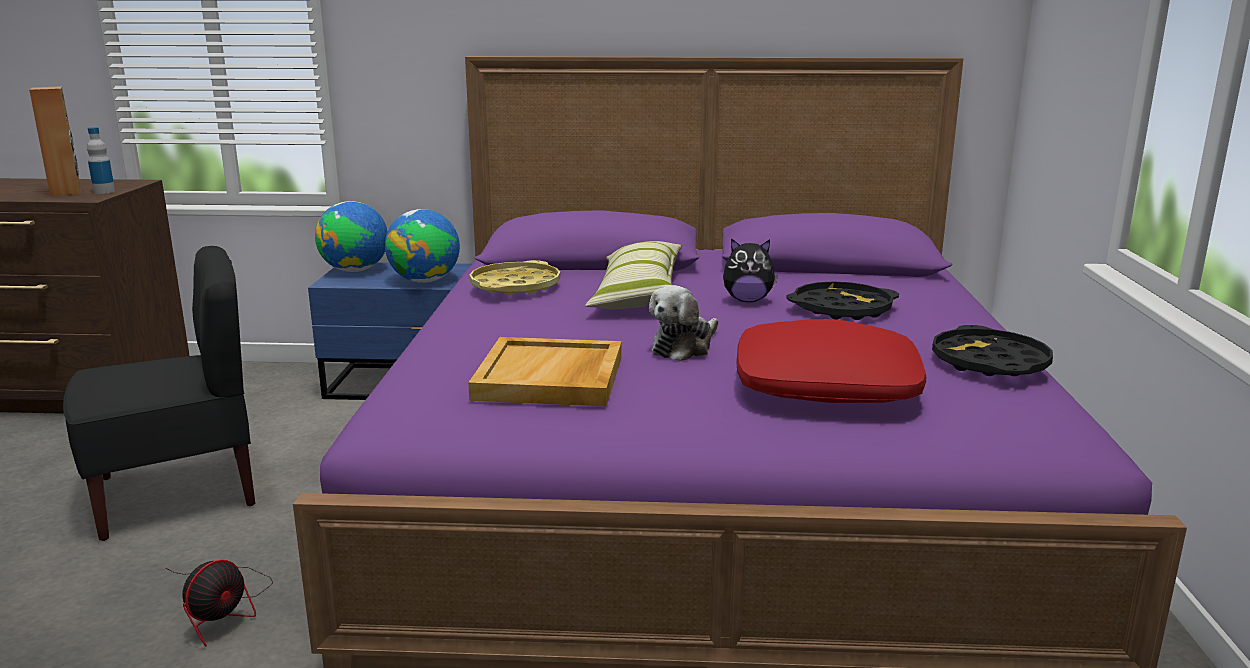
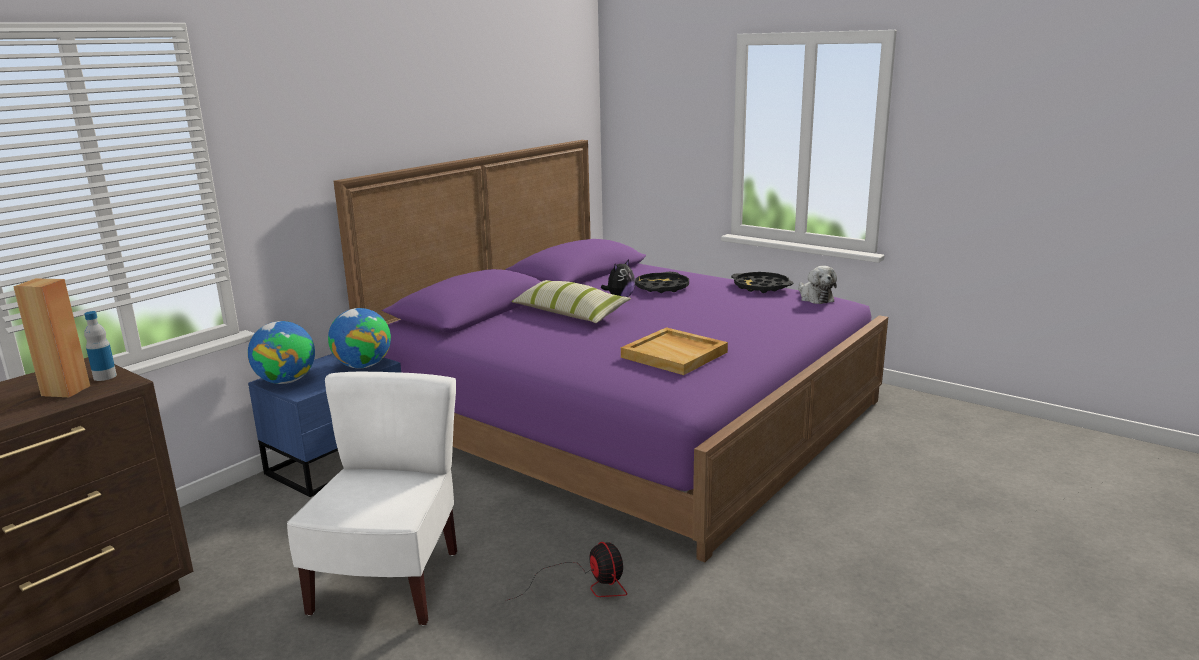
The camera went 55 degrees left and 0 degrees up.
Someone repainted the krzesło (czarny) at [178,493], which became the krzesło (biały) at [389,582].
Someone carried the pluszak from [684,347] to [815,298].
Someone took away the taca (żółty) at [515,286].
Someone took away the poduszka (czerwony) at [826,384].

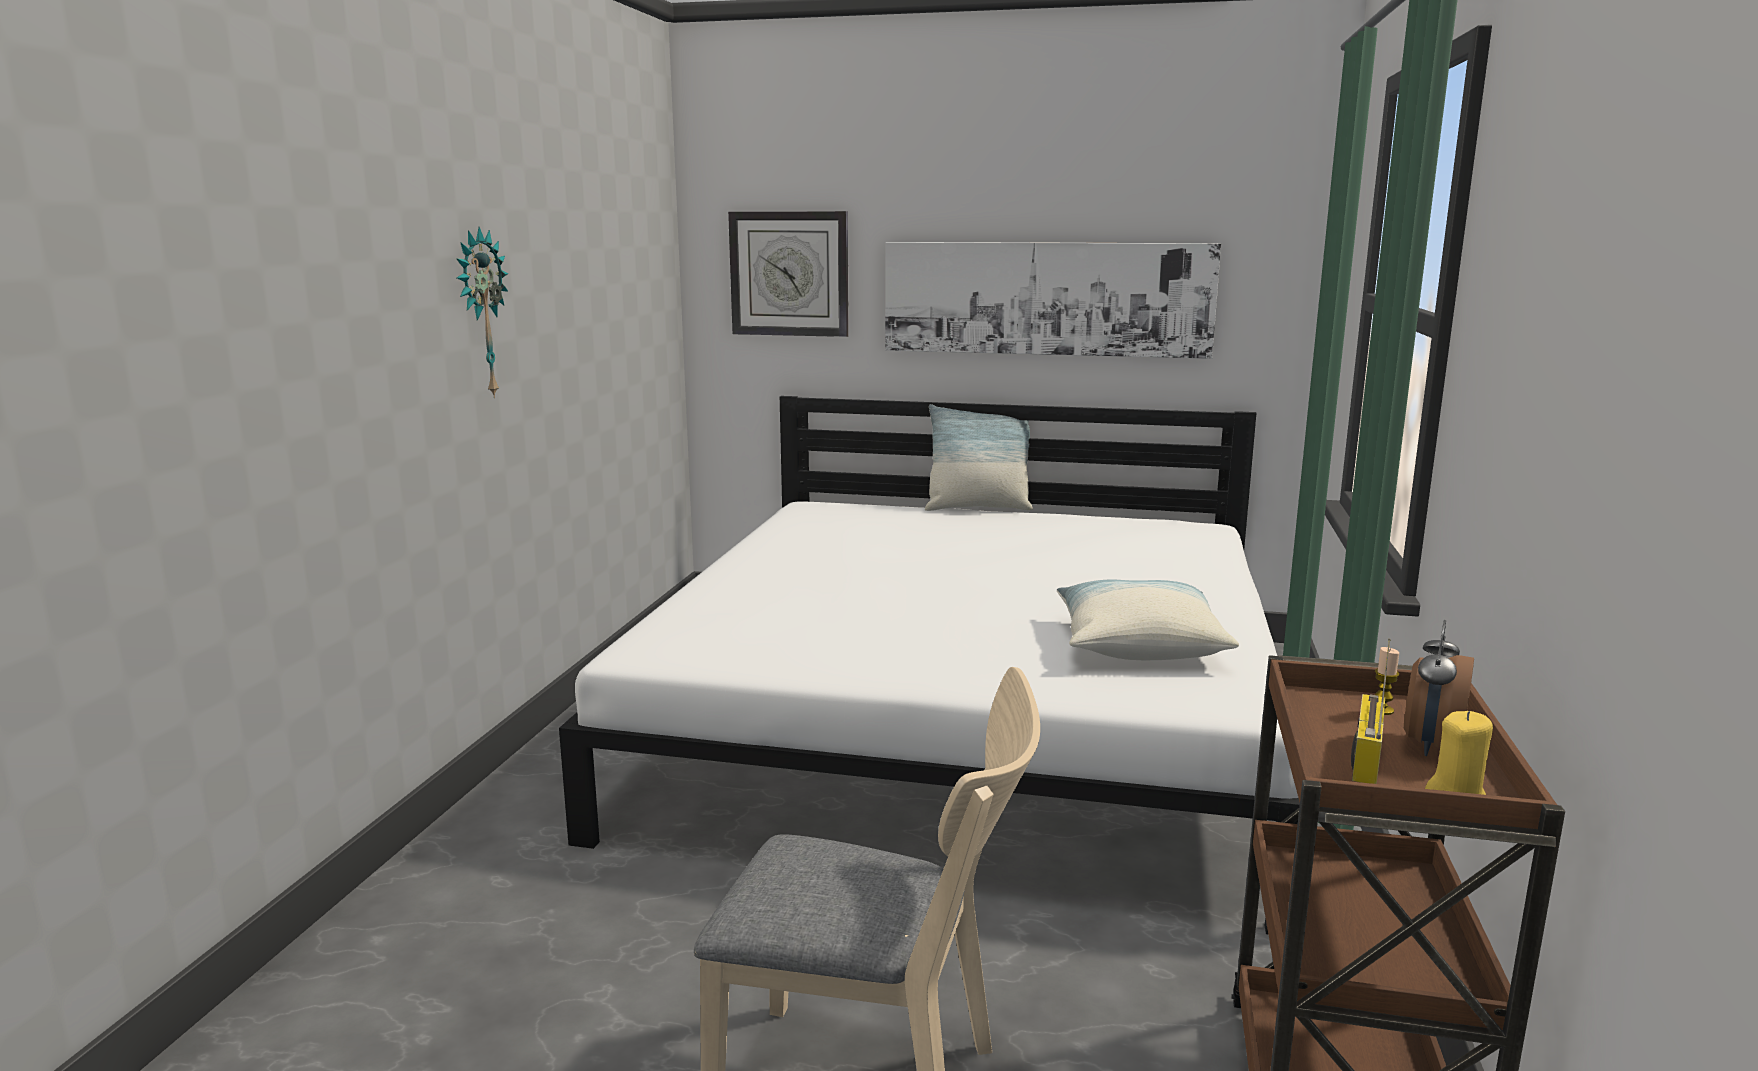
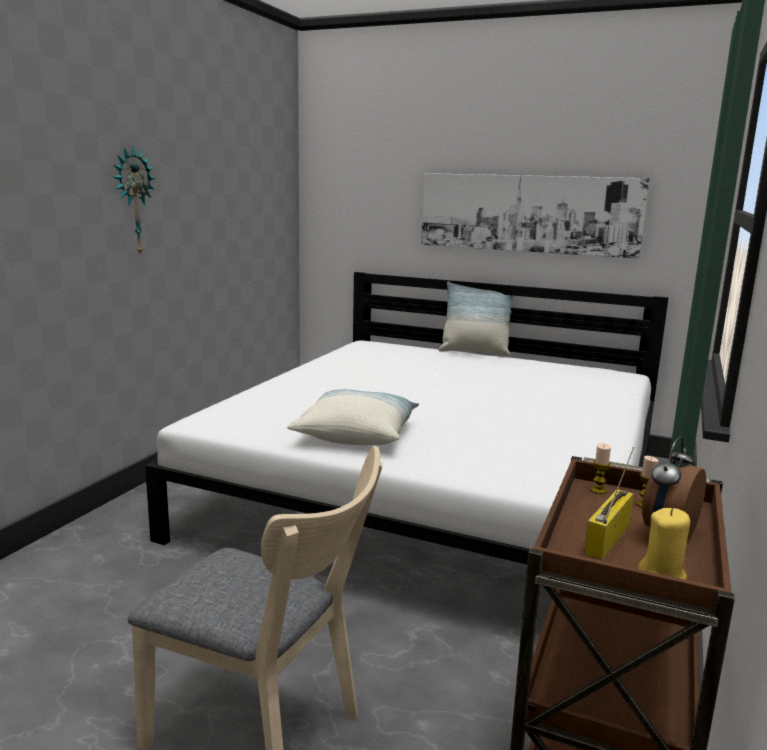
The camera went 10 degrees right and 0 degrees up.
Someone carried the poduszka from [1138,645] to [356,434].
Someone put down the świeca at [598,490].
Someone took away the zegar ścienny at [789,274].

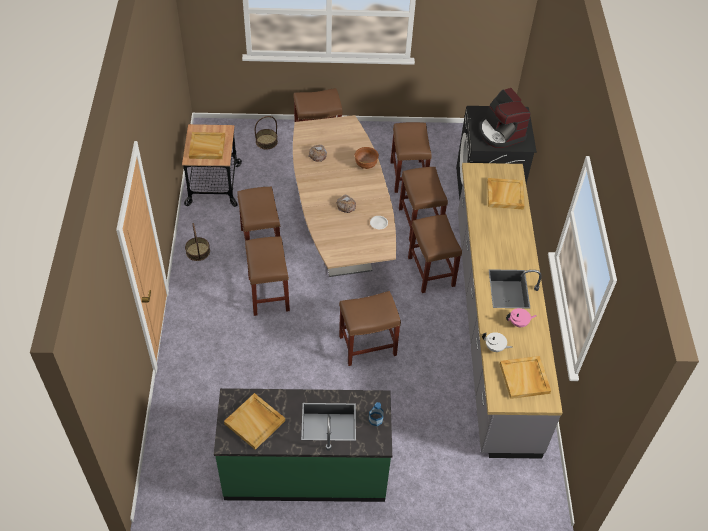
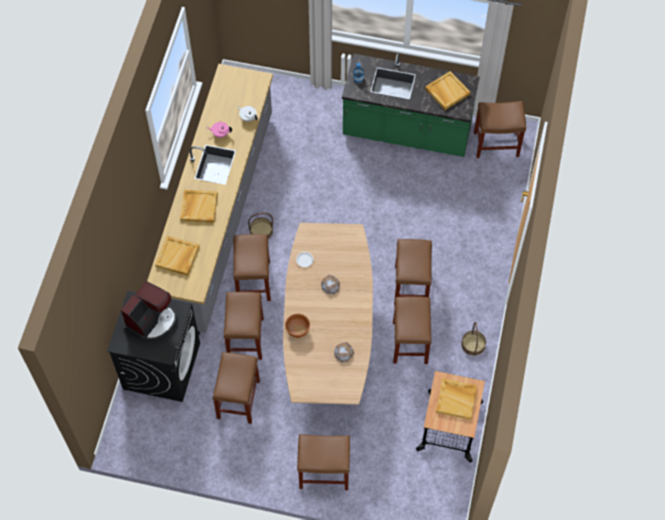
The camera went 165 degrees left and 10 degrees up.
Someone rotated the ekspres do kawy at [500,132] by 45 degrees clockwise.
Someone carried the taca (beżowy) from [525,379] to [198,207].
Someone carried the koszyk from [266,141] to [261,231].
Someone carried the stołek (brązowy) from [366,346] to [497,144].

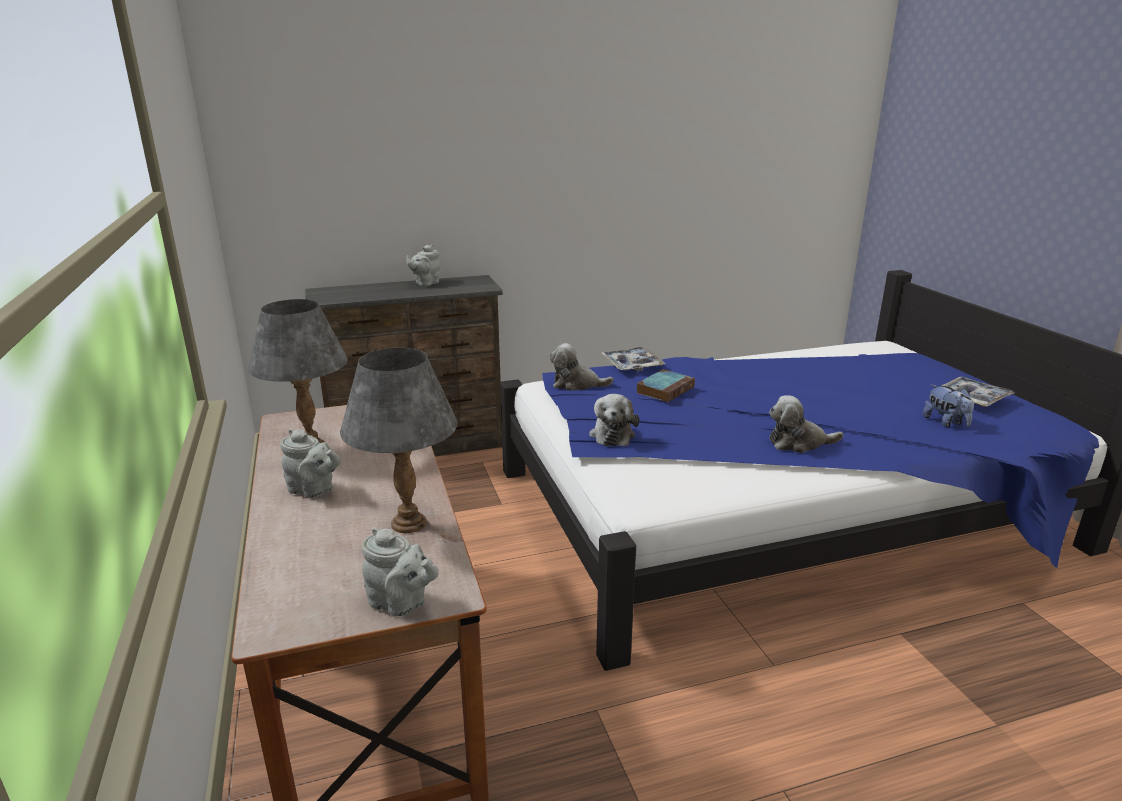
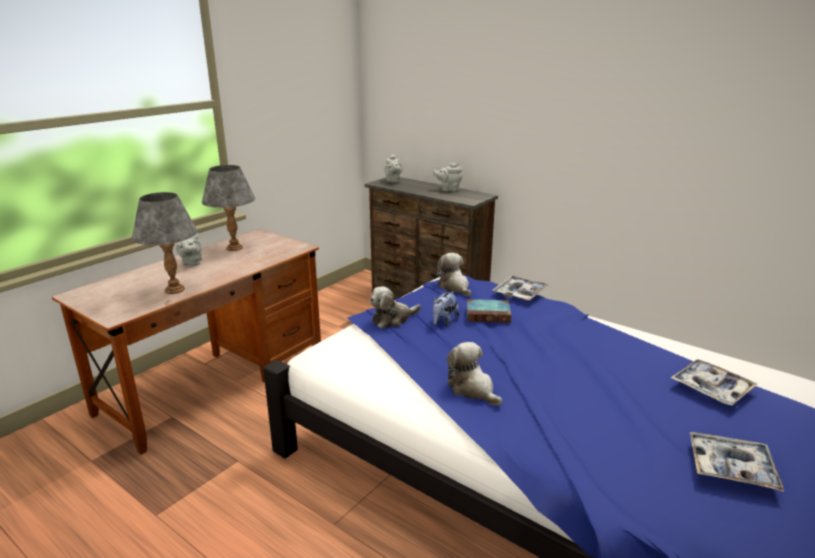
The camera went 55 degrees right and 0 degrees up.
Someone carried the imbryk (szary) from [401,603] to [393,181].
Someone carried the pluszak from [945,422] to [444,321].
Someone put down the taca at [711,388].

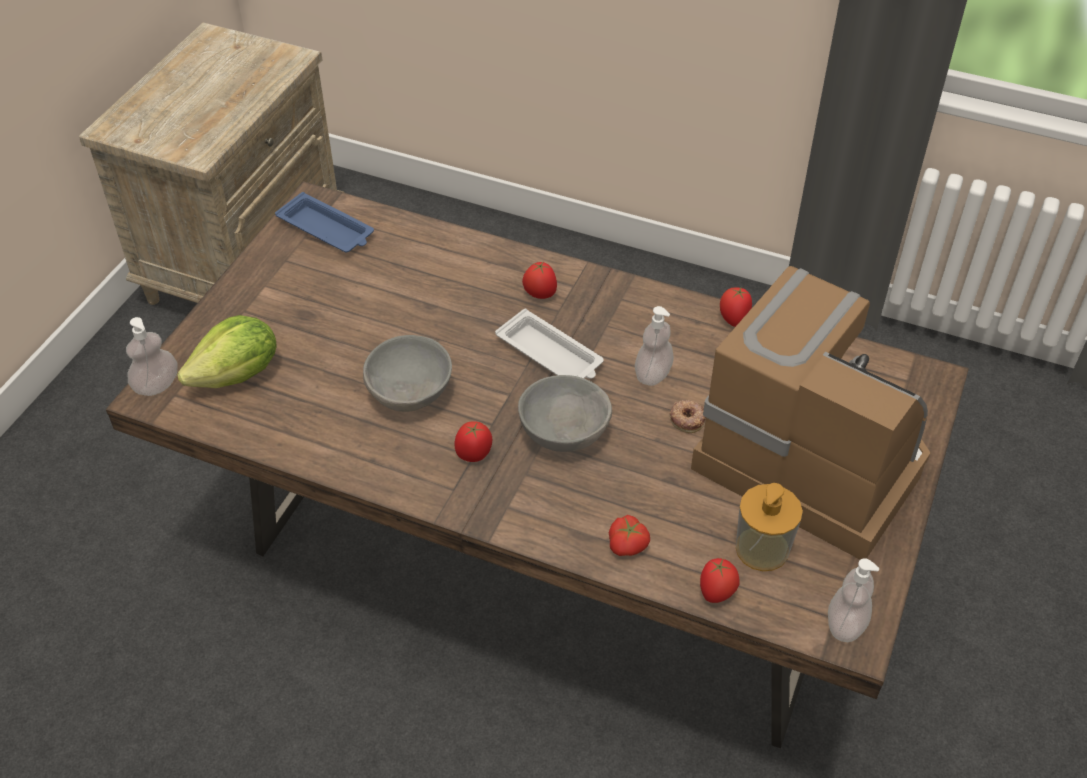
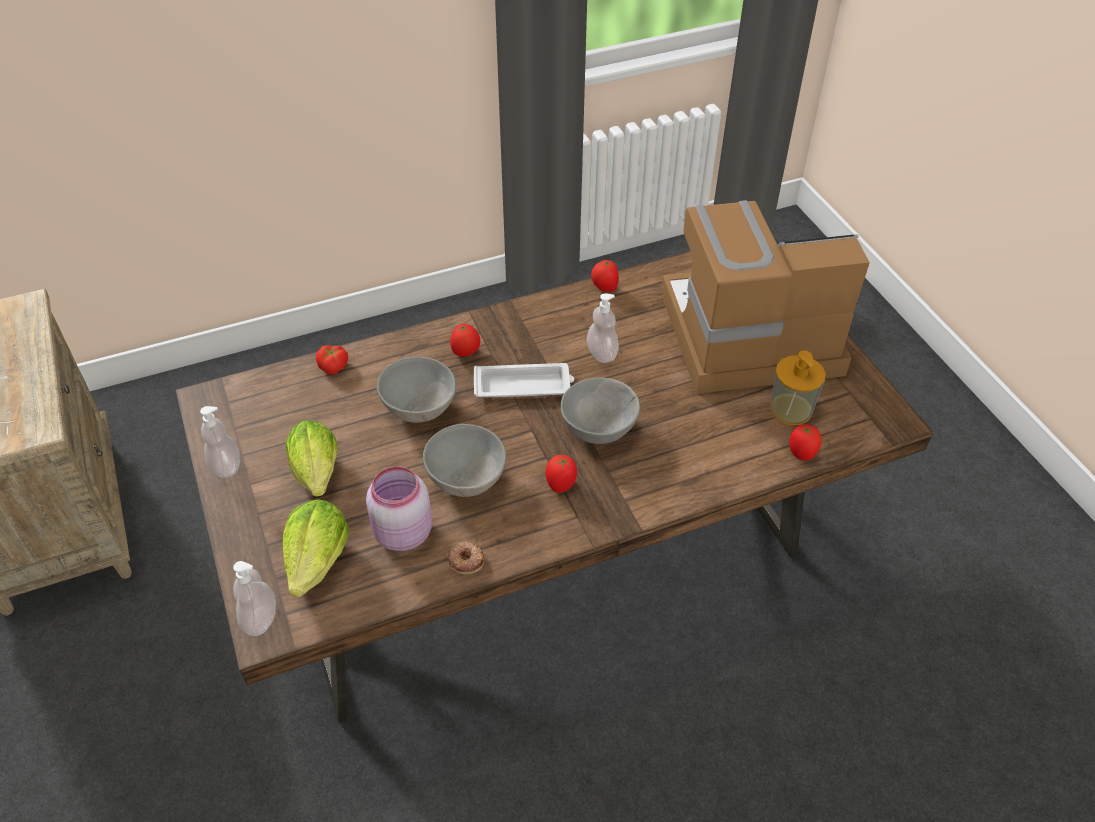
The camera went 45 degrees left and 0 degrees up.
Someone carried the dozownik mydła from [845,624] to [226,466].
Someone put down the sałata at [317,476].
Someone carried the pomidor from [628,545] to [334,366].
Someone put down the słoik (różowy) at [401,533].
Someone put down the miska (szary) at [420,407].
Someone carried the donut from [687,418] to [466,560].
Someone took away the taca (niebieski) at [327,230].

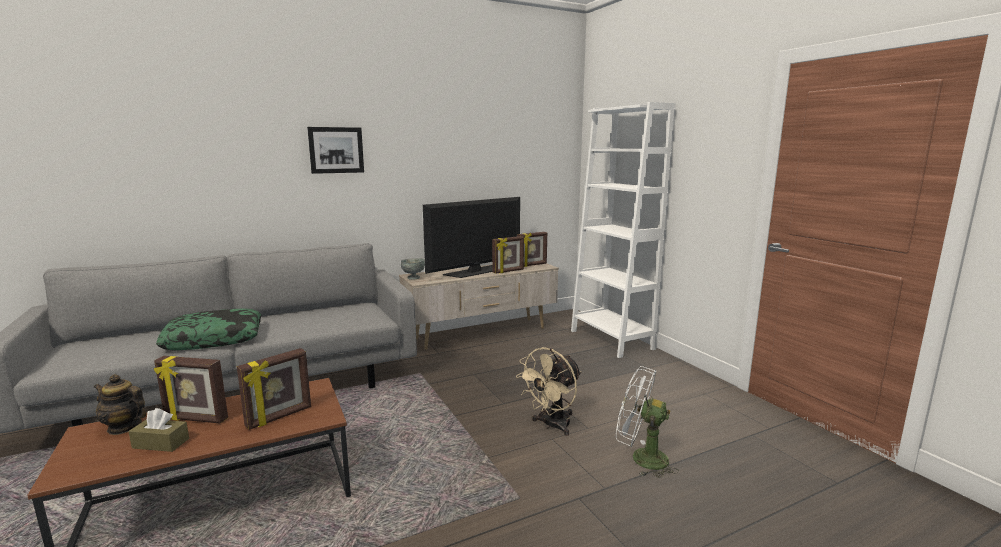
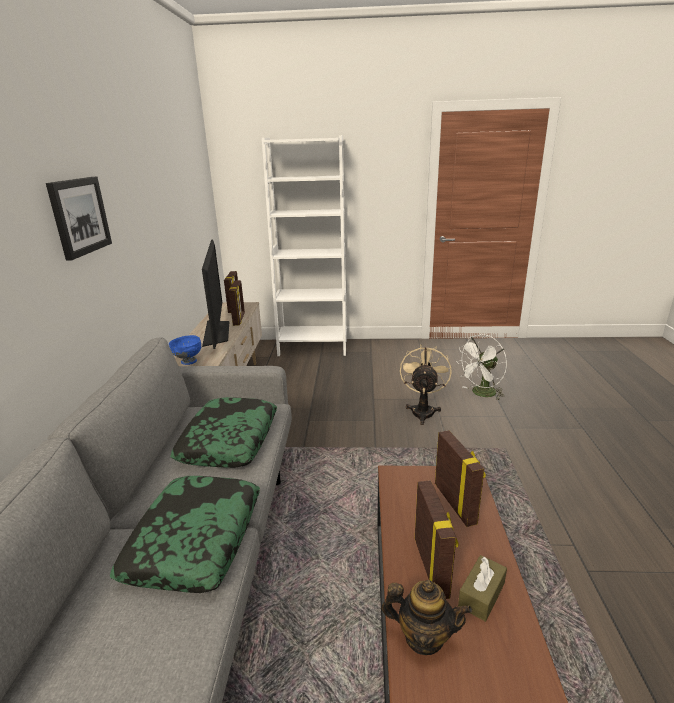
The camera went 60 degrees left and 10 degrees up.
Someone repainted the miska (szary) at [413,278], which became the miska (niebieski) at [188,361].
Someone put down the poduszka at [229,440].
Someone rotated the imbryk at [124,427] by 120 degrees counterclockwise.
Someone rotated the wentylator (beżowy) at [552,426] by 150 degrees counterclockwise.
Someone rotated the ramka na zdjęcie at [195,419] by 45 degrees counterclockwise.

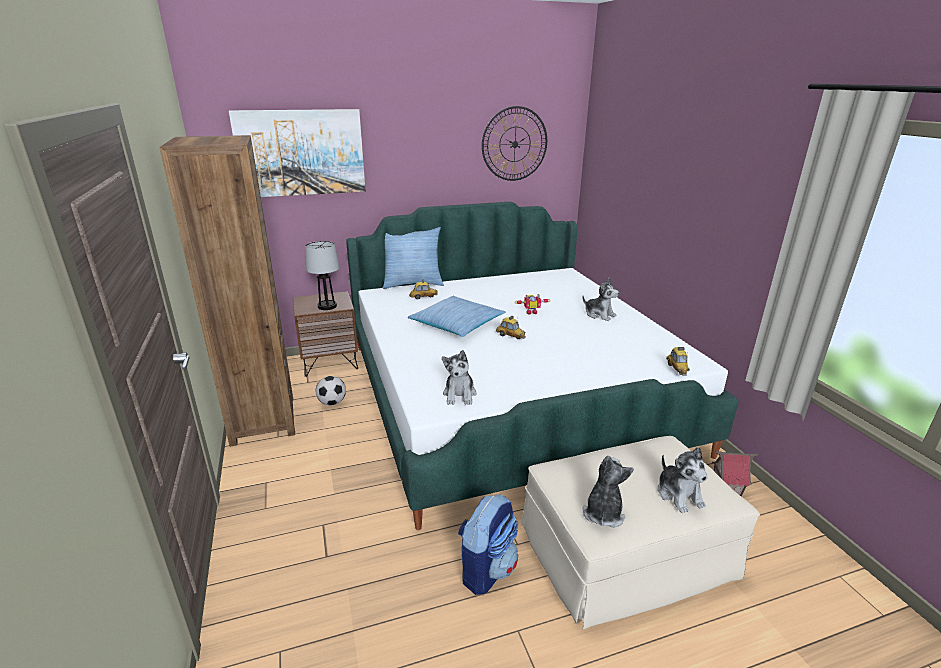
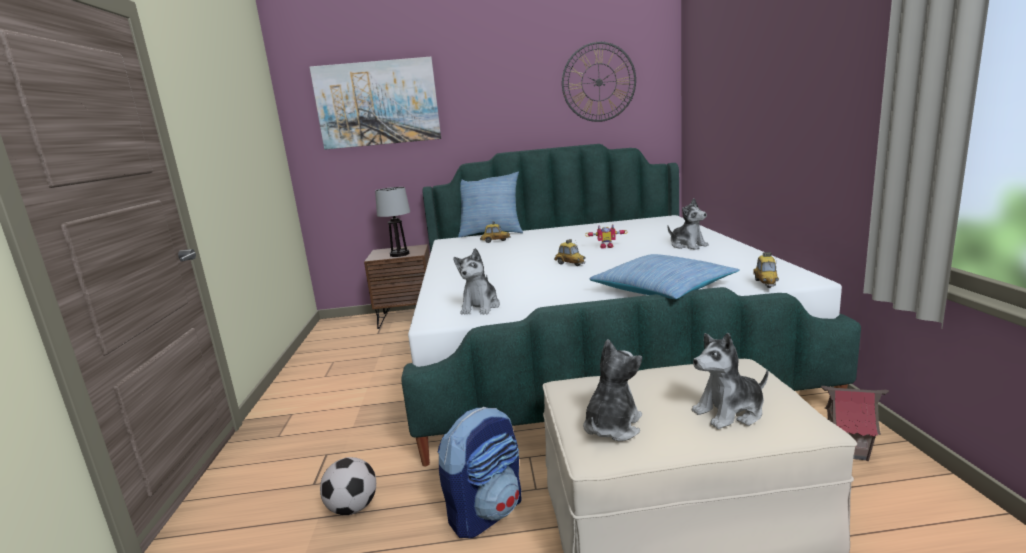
The camera went 15 degrees right and 10 degrees down.
Someone carried the piłka futbolowa from [332,403] to [353,508].
Someone carried the poduszka from [457,324] to [663,289].
Someone rotated the pluszak at [679,495] by 75 degrees clockwise.
Someone took away the regał (brązowy) at [263,420].

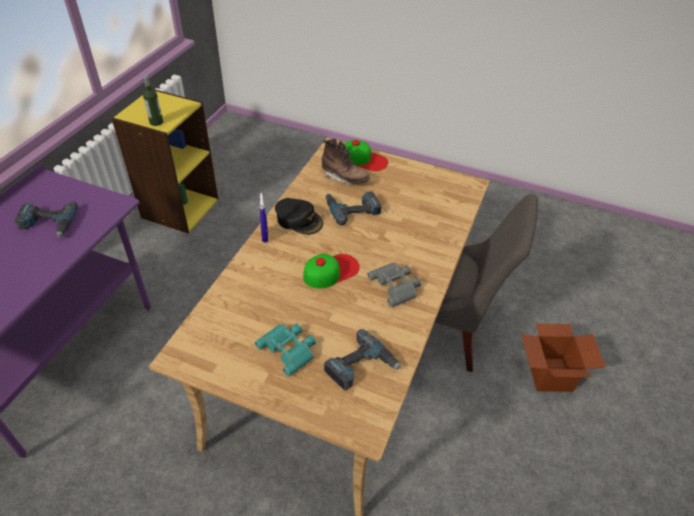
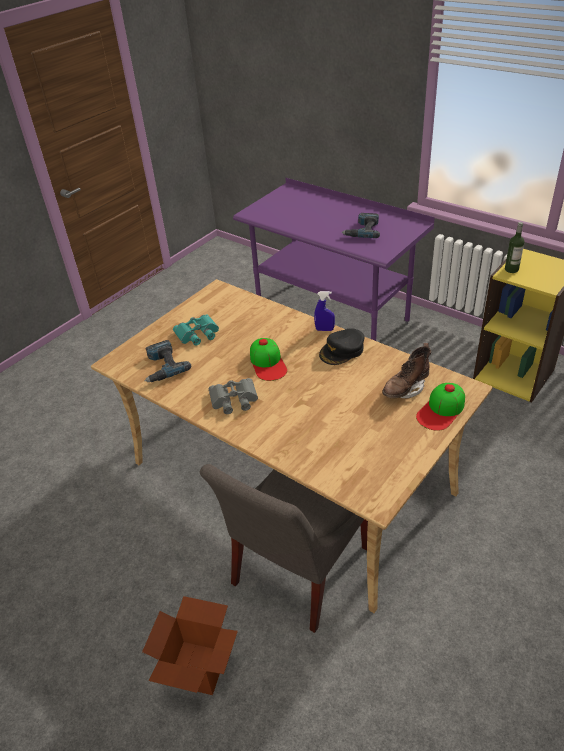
The camera went 110 degrees right and 5 degrees down.
Someone took away the wiertarka at [352,209].

